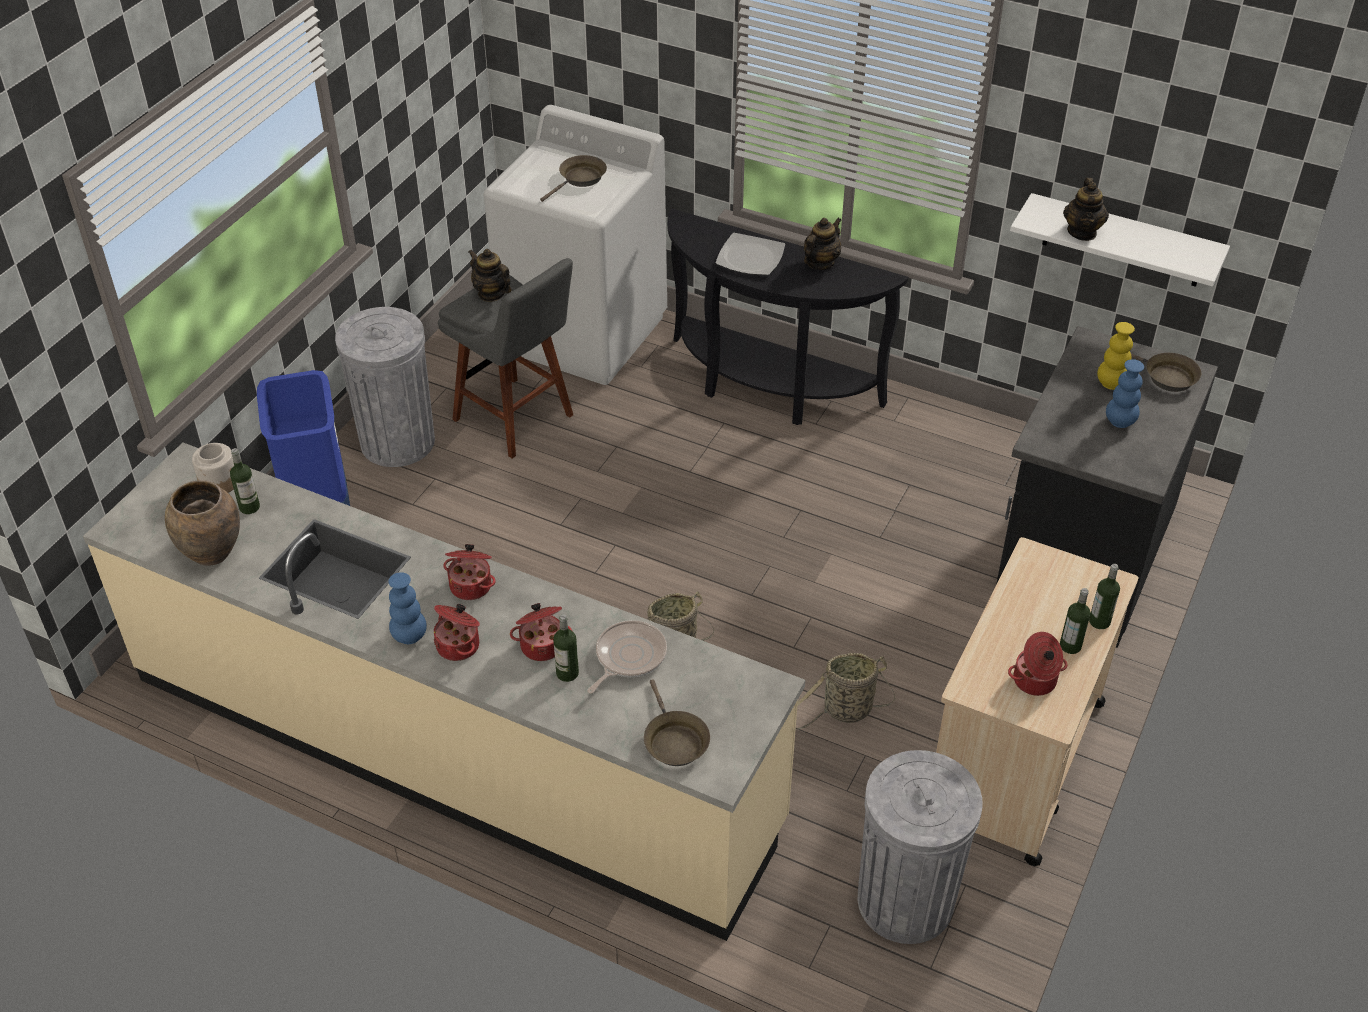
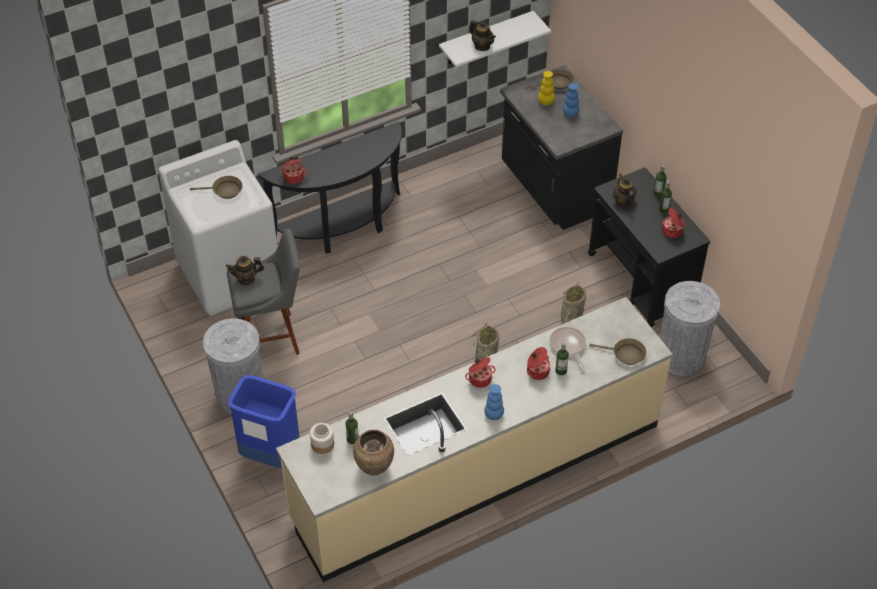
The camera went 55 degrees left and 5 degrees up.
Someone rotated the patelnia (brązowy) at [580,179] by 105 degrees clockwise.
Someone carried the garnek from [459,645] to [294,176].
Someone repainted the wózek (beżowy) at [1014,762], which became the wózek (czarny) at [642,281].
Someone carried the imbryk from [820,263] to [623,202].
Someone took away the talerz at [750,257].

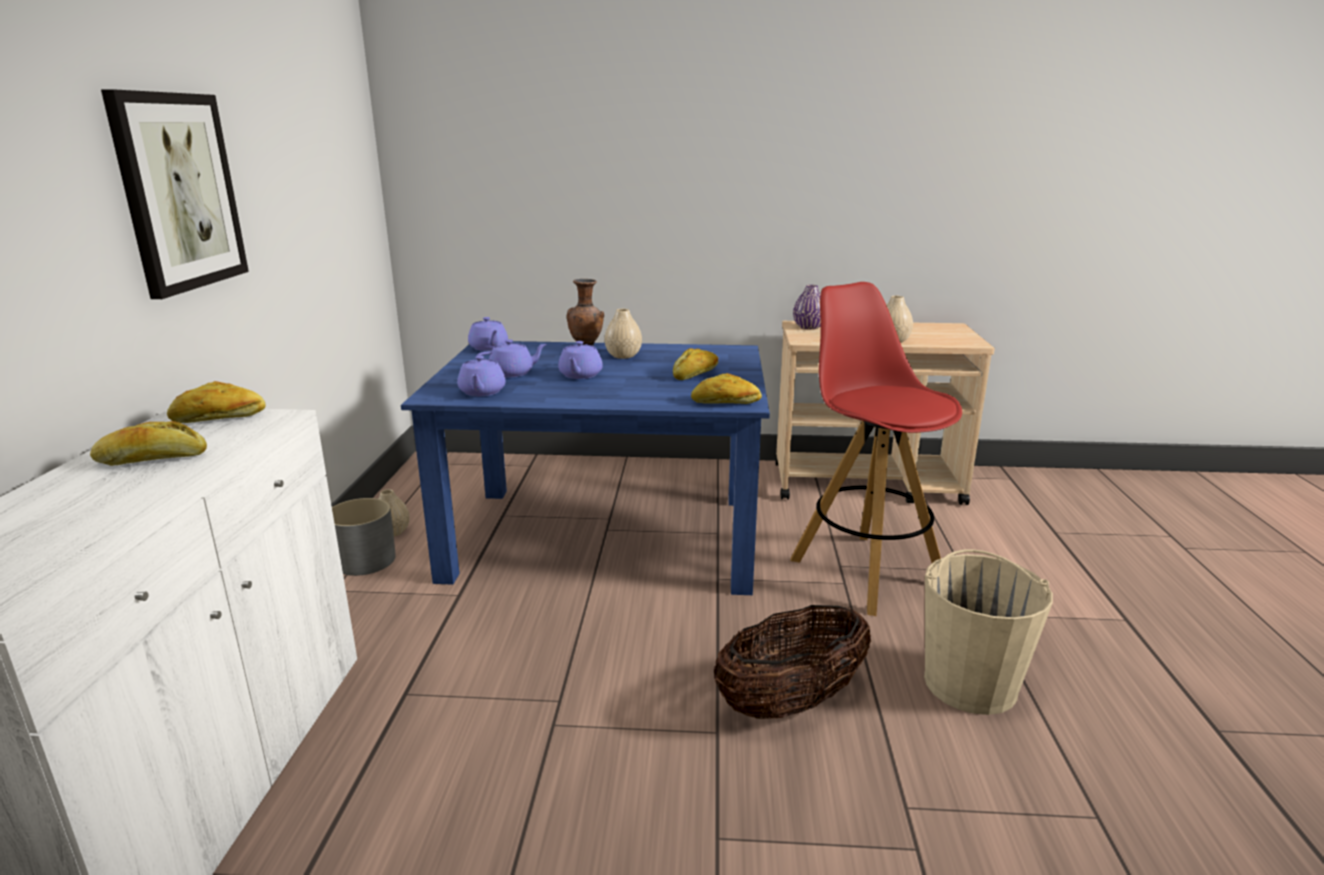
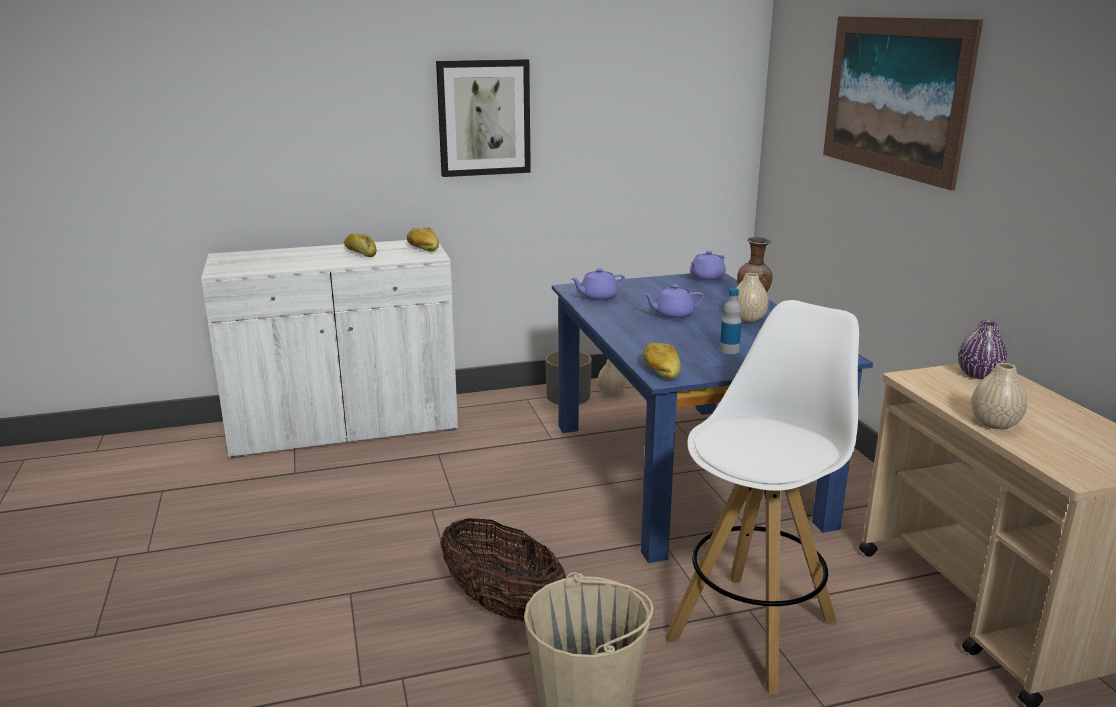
The camera went 70 degrees right and 0 degrees up.
Someone repainted the stołek (czerwony) at [865,571], which became the stołek (biały) at [753,628].
Someone swapped the chleb at [696,374] for the butelka at [729,350].
Someone put up the obraz at [894,96].
Someone took away the imbryk (fioletowy) at [513,373].

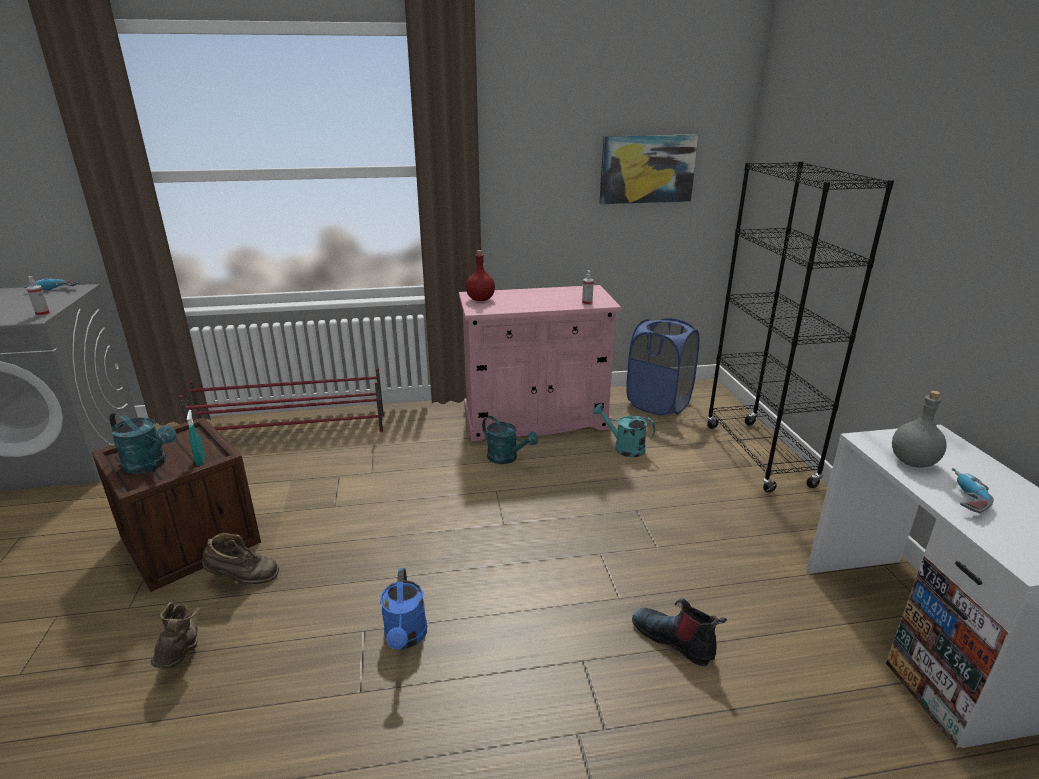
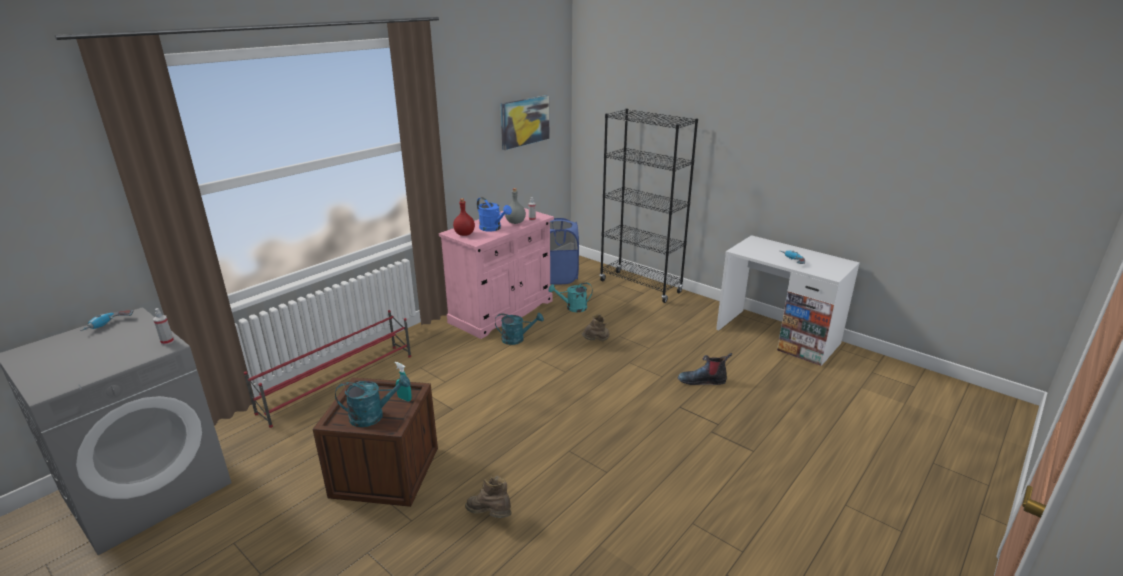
The camera went 40 degrees left and 0 degrees up.
Someone carried the konewka (niebieski) from [405,638] to [493,228].
Someone carried the butelka (szary) from [913,462] to [516,222].
Someone carried the but z cholewką (brązowy) from [243,579] to [596,341].

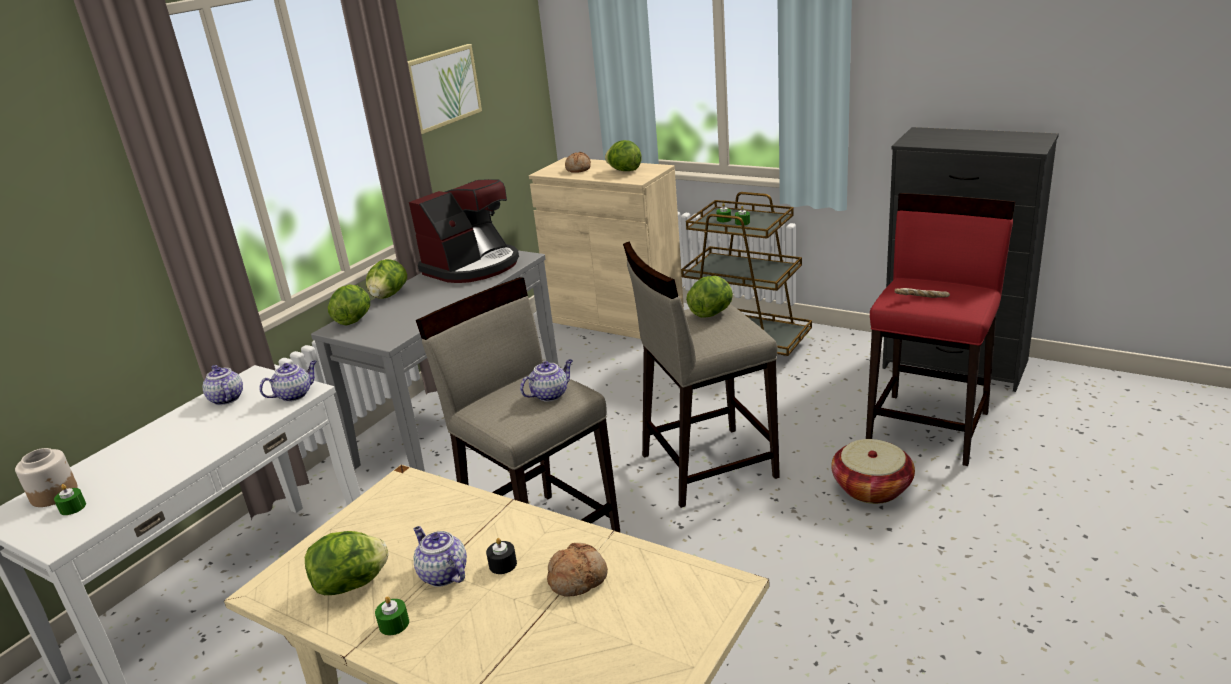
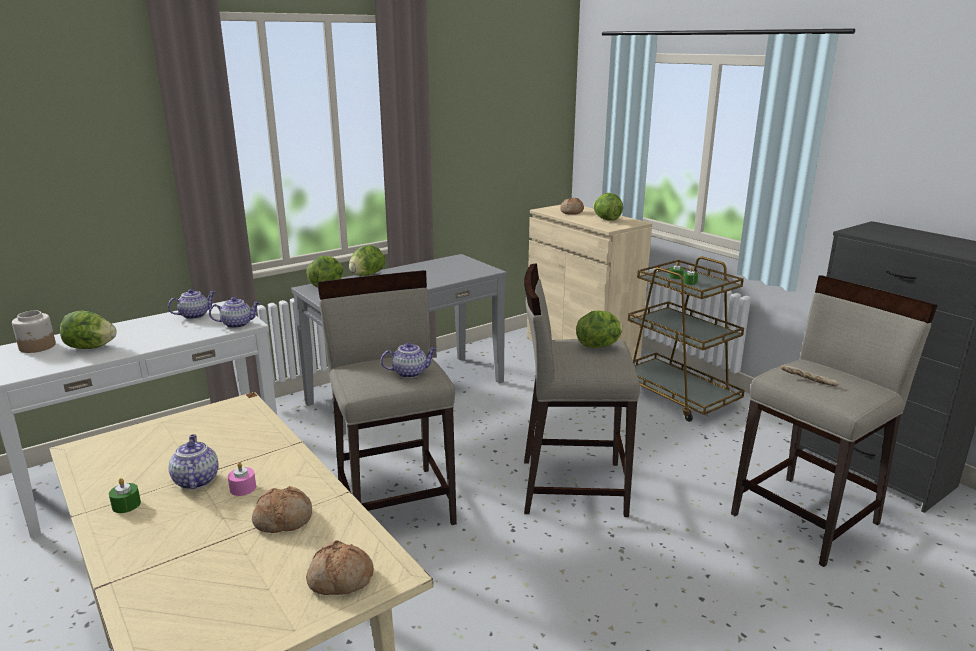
The camera went 20 degrees right and 5 degrees down.
Someone carried the sałata from [352,584] to [90,347].
Someone rotated the imbryk at [226,398] by 60 degrees clockwise.
Someone repainted the świeca (czarny) at [503,564], which became the świeca (różowy) at [243,488].
Someone put down the chleb at [340,580].
Someone repainted the stołek (czerwony) at [929,427], which became the stołek (beżowy) at [806,518].
Someone took away the świeca (zielony) at [73,507].
Someone took away the obraz at [442,88].
Someone took away the ekspres do kawy at [473,266].
Someone took away the koszyk at [871,488].

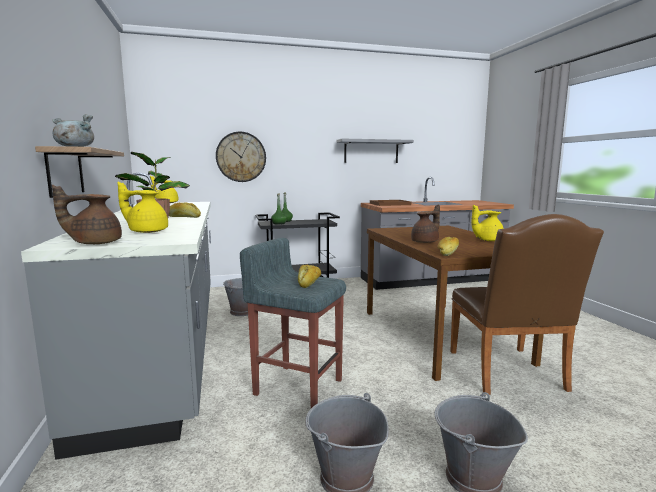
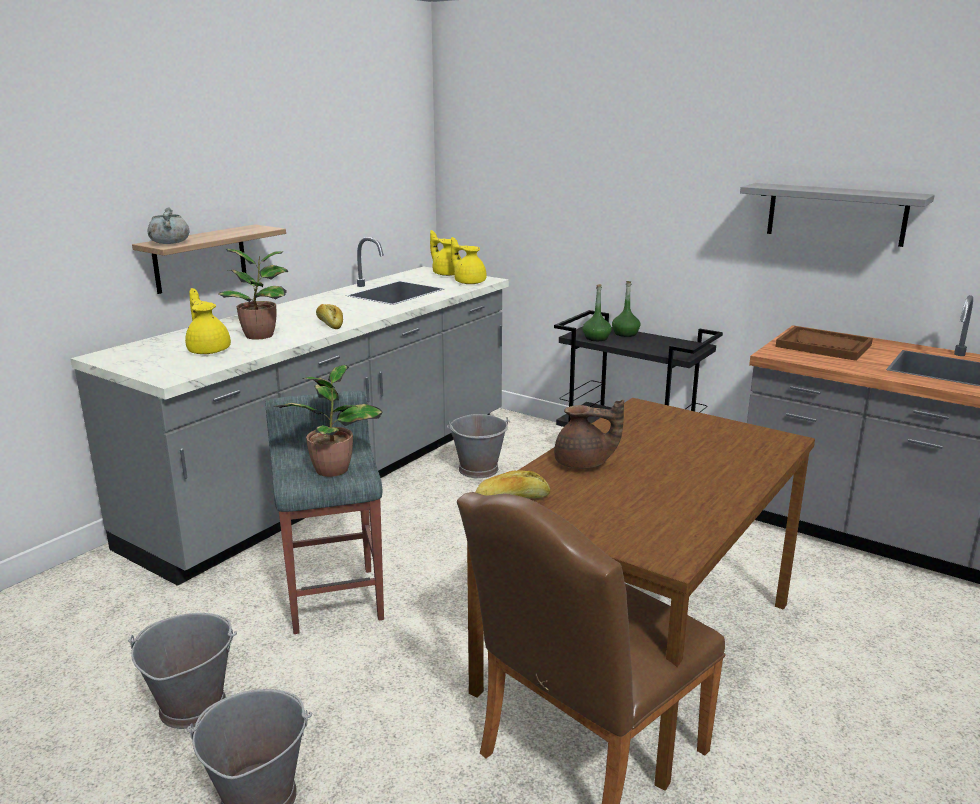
The camera went 50 degrees right and 10 degrees up.
Someone swapped the chleb at [309,282] for the roślina doniczkowa at [333,468].
Someone carried the imbryk (żółty) from [487,240] to [469,282].
Someone took away the imbryk (brązowy) at [95,243].
Someone took away the zegar ścienny at [241,157].

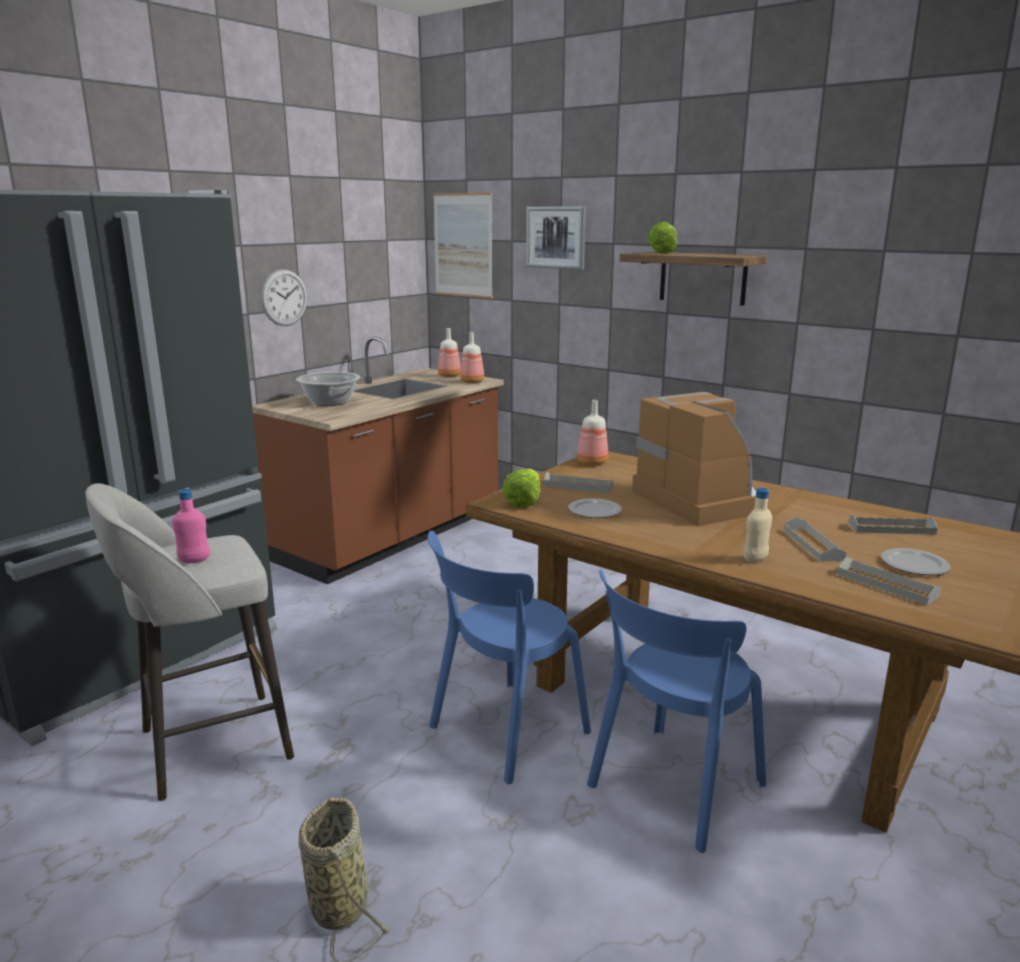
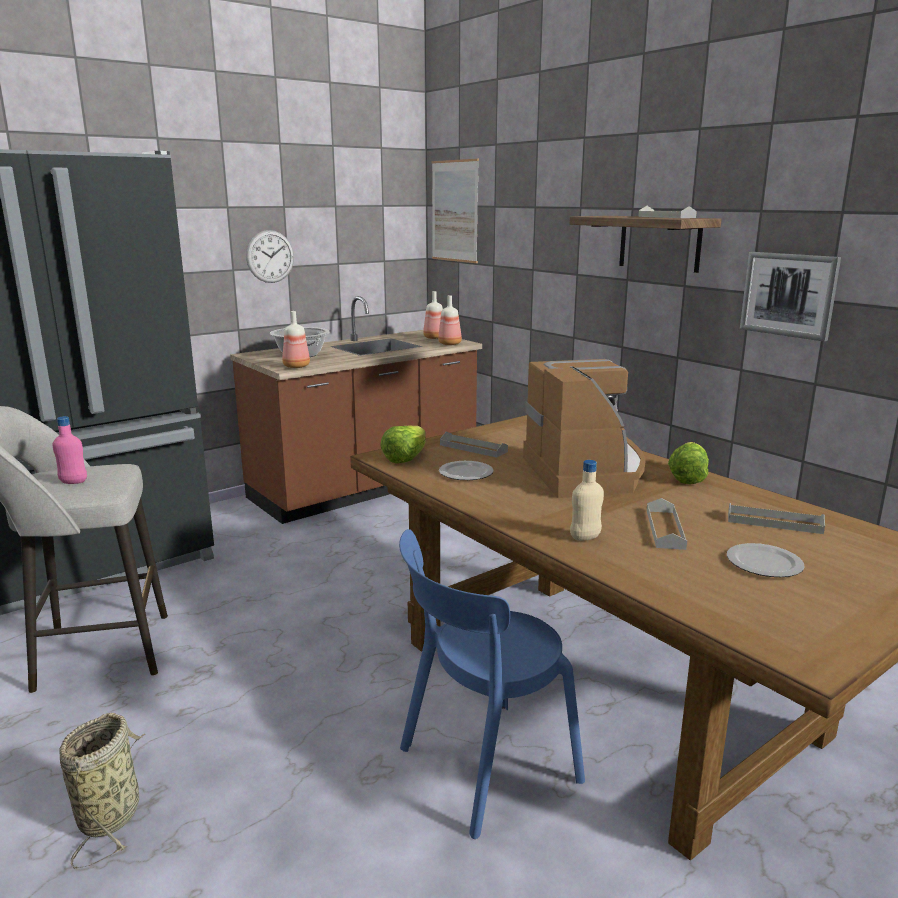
The camera went 15 degrees right and 0 degrees up.
Someone carried the butelka from [591,463] to [295,366].
Someone carried the taca (szary) from [887,585] to [666,217].
Someone carried the sałata from [660,253] to [686,478].
Someone carried the obraz from [556,237] to [789,295].
Someone took away the krzesło (niebieski) at [503,732].

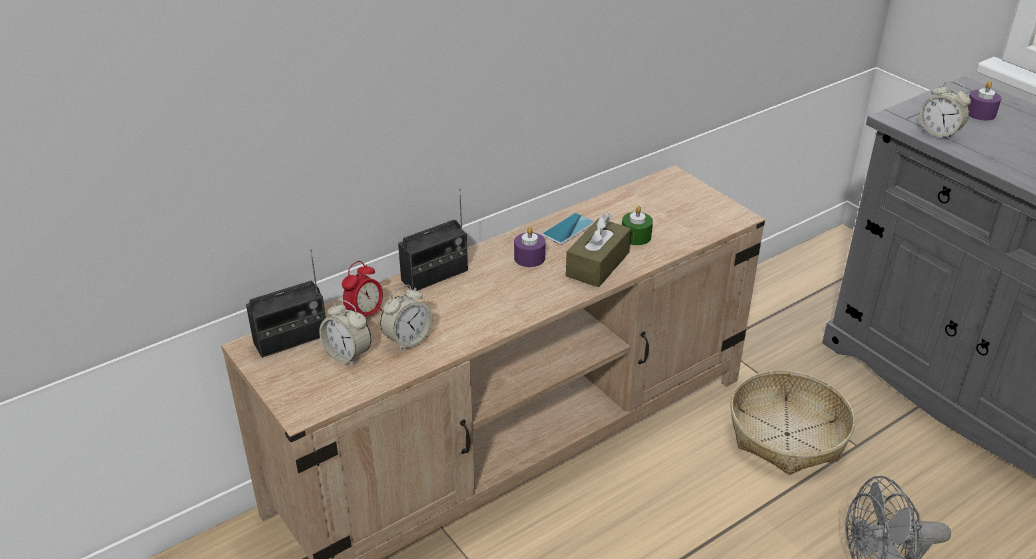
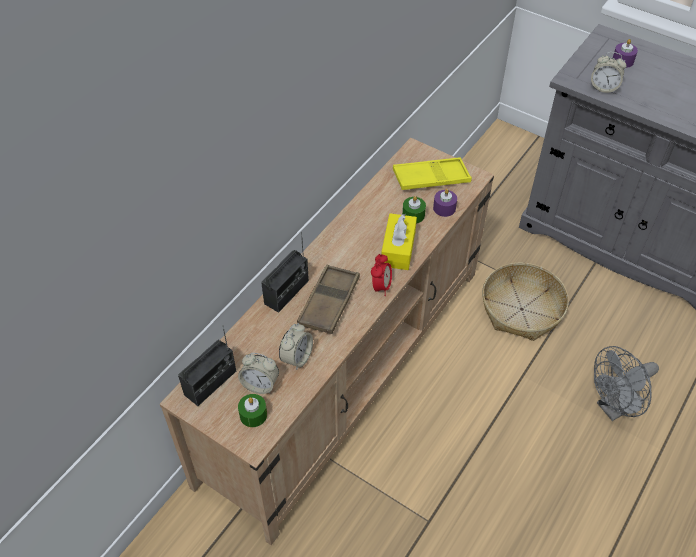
The camera went 20 degrees left and 15 degrees up.
Someone put down the świeca (zielony) at [253,415].
Someone put down the taca (brązowy) at [329,302].
Someone carried the budzik from [365,315] to [381,287].
Someone repainted the pudełko chusteczek (brązowy) at [597,264], which became the pudełko chusteczek (żółty) at [398,249].
Someone put down the taca (żółty) at [431,178].
Someone carried the świeca (fioletowy) from [529,258] to [444,208].
Someone took away the telefon at [568,229].

